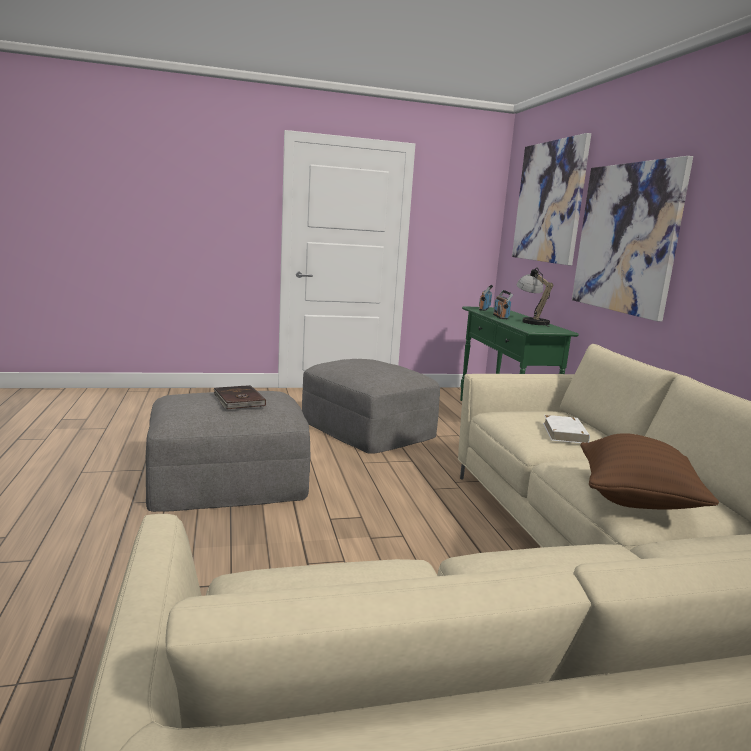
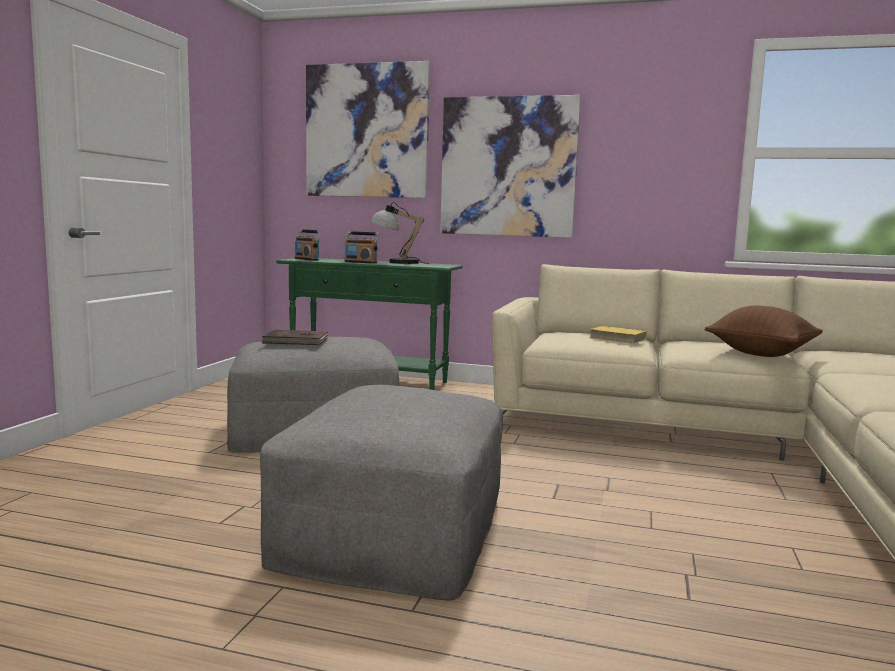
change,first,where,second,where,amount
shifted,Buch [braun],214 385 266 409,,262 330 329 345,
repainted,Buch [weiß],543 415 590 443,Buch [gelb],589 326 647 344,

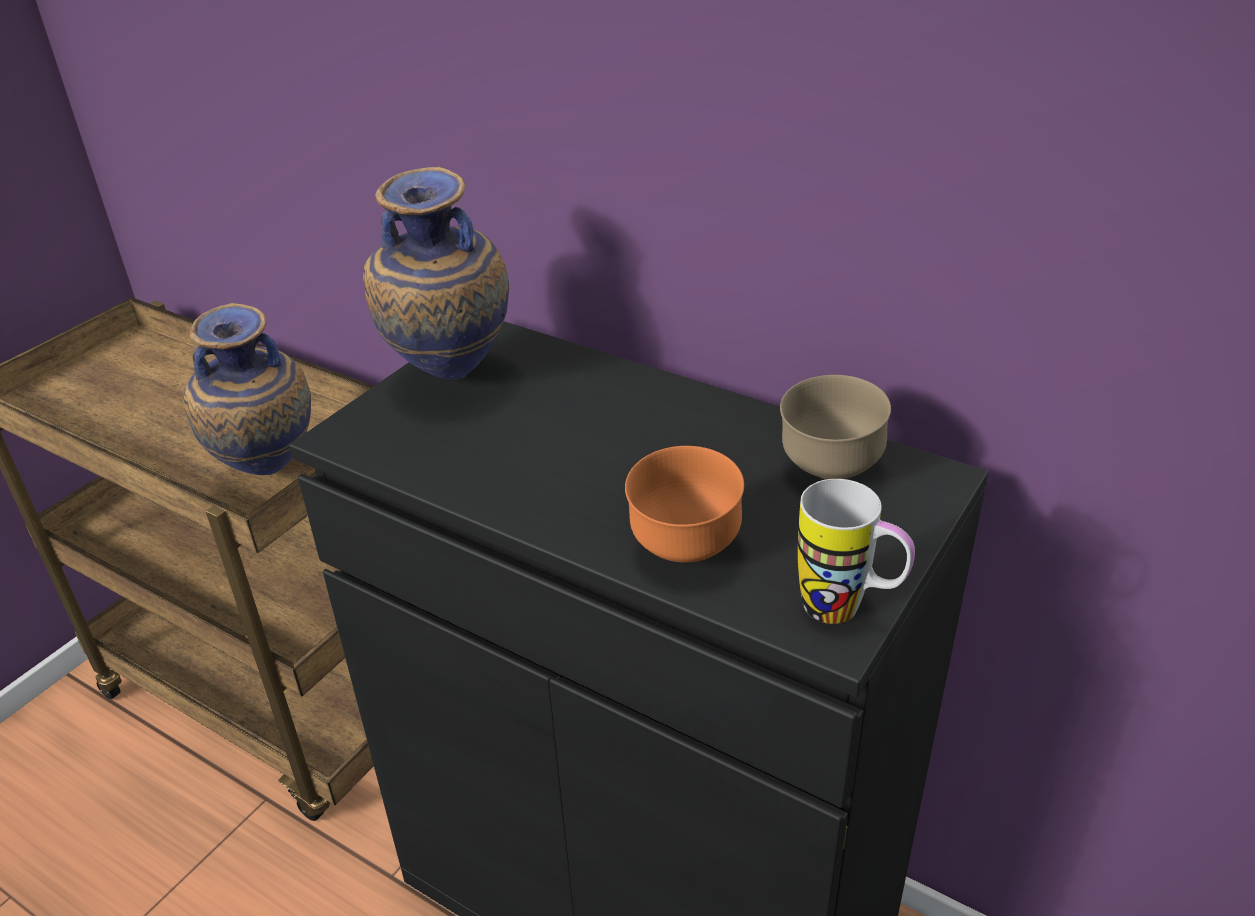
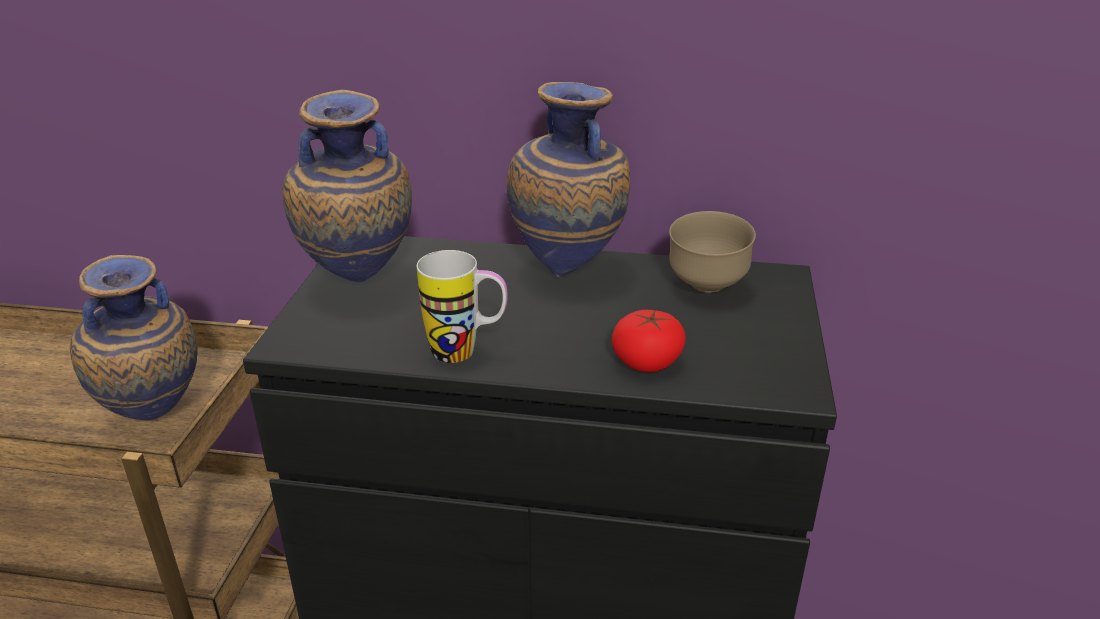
change,first,where,second,where,amount
swapped,Schüssel [orange],625 446 744 563,Tomate,612 310 686 372,
shifted,Henkelbecher,798 479 915 624,,417 250 508 363,
new,,,Vase,507 82 630 277,

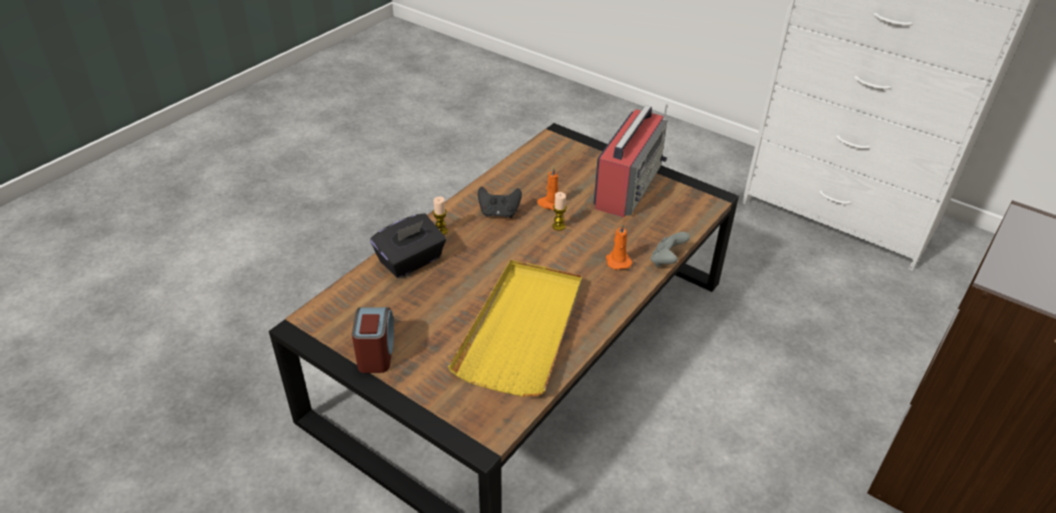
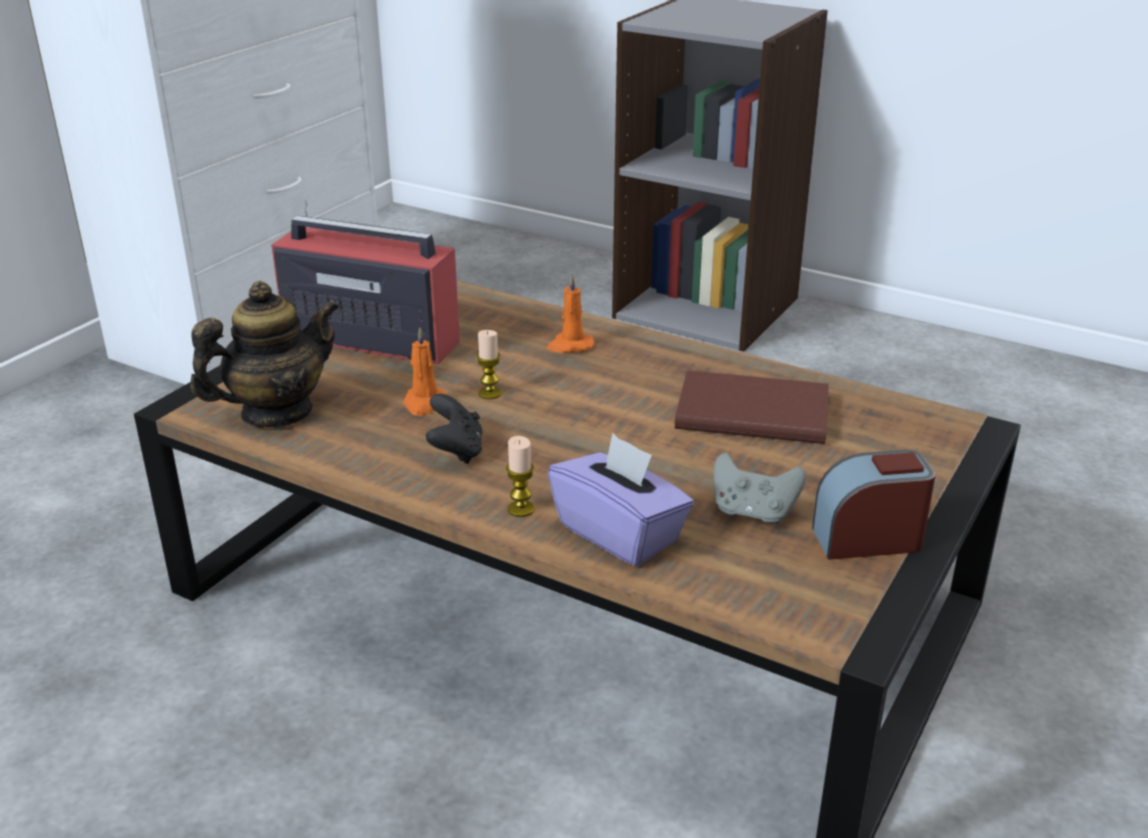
change,first,where,second,where,amount
repainted,Taschentuchbox [schwarz],370 214 446 278,Taschentuchbox [lila],548 433 694 566,
swapped,Tablett [gelb],448 260 582 397,Buch [braun],675 370 829 444,
shifted,Gamepad [grau],651 232 690 267,,713 453 806 525,
new,,,Teekanne,190 281 339 427,

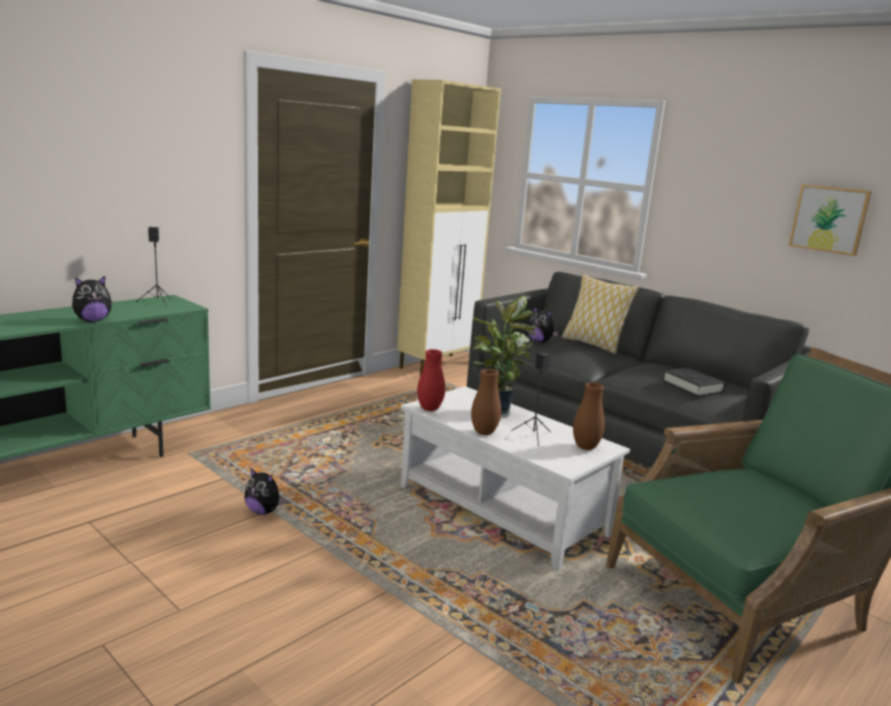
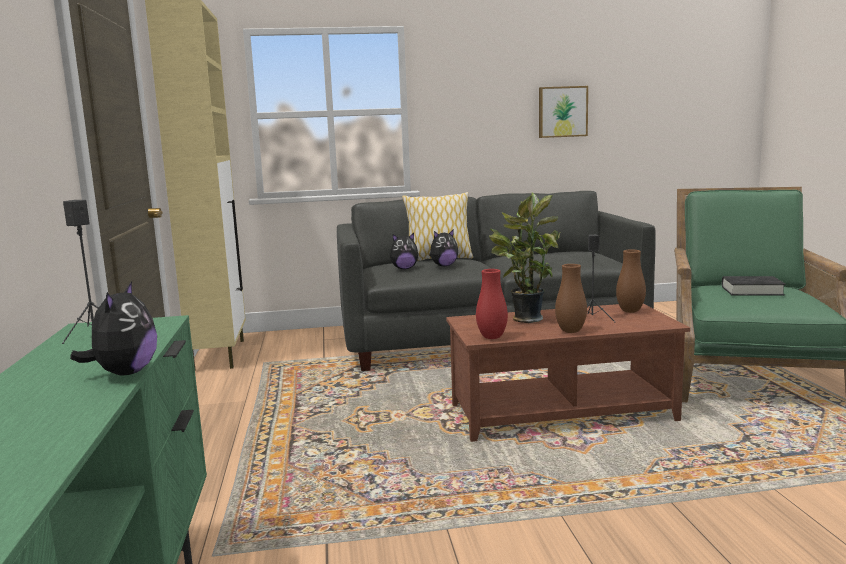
change,first,where,second,where,amount
shifted,Plüschtier,244 468 286 515,,429 229 458 266,
repainted,Couchtisch [weiß],401 386 630 571,Couchtisch [braun],446 304 690 442,
shifted,Buch [schwarz],663 368 726 397,,722 276 786 296,

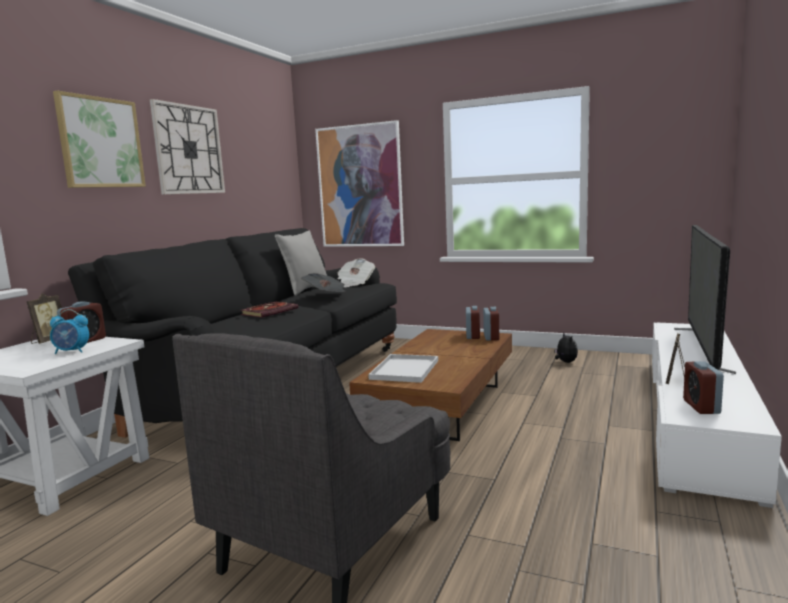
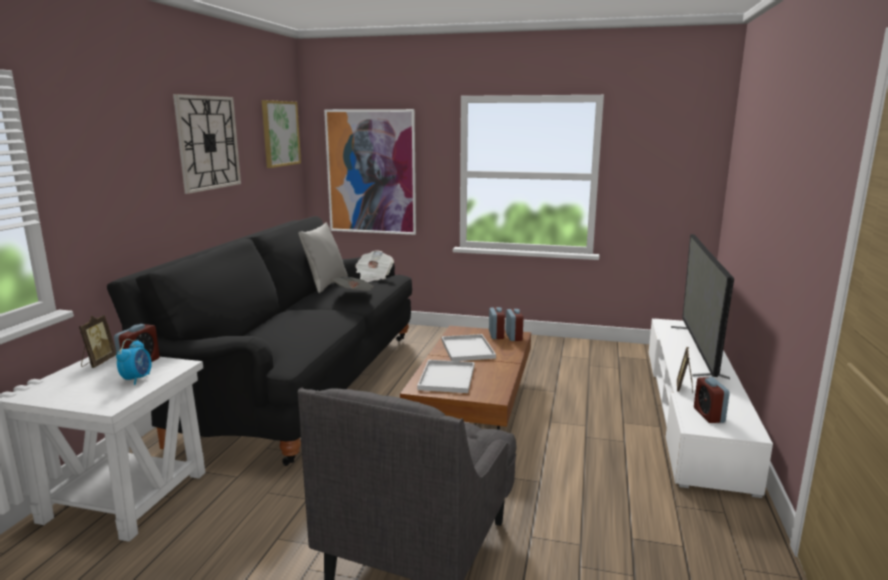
change,first,where,second,where,amount
rotated,Wecker,50 309 89 354,,116 339 152 385,75 degrees counterclockwise
shifted,Bild,53 91 146 188,,262 100 301 168,
gone,Buch,240 302 298 318,,,
gone,Plüschtier,555 333 578 363,,,
new,,,Tablett [weiß],442 334 496 361,

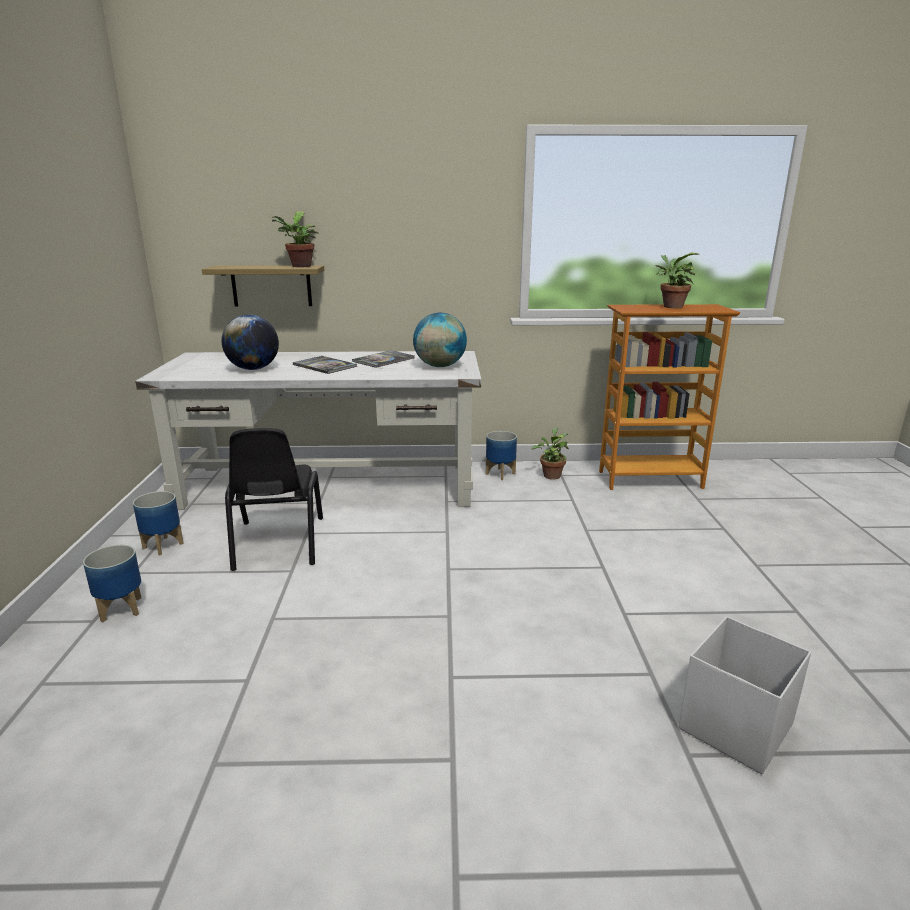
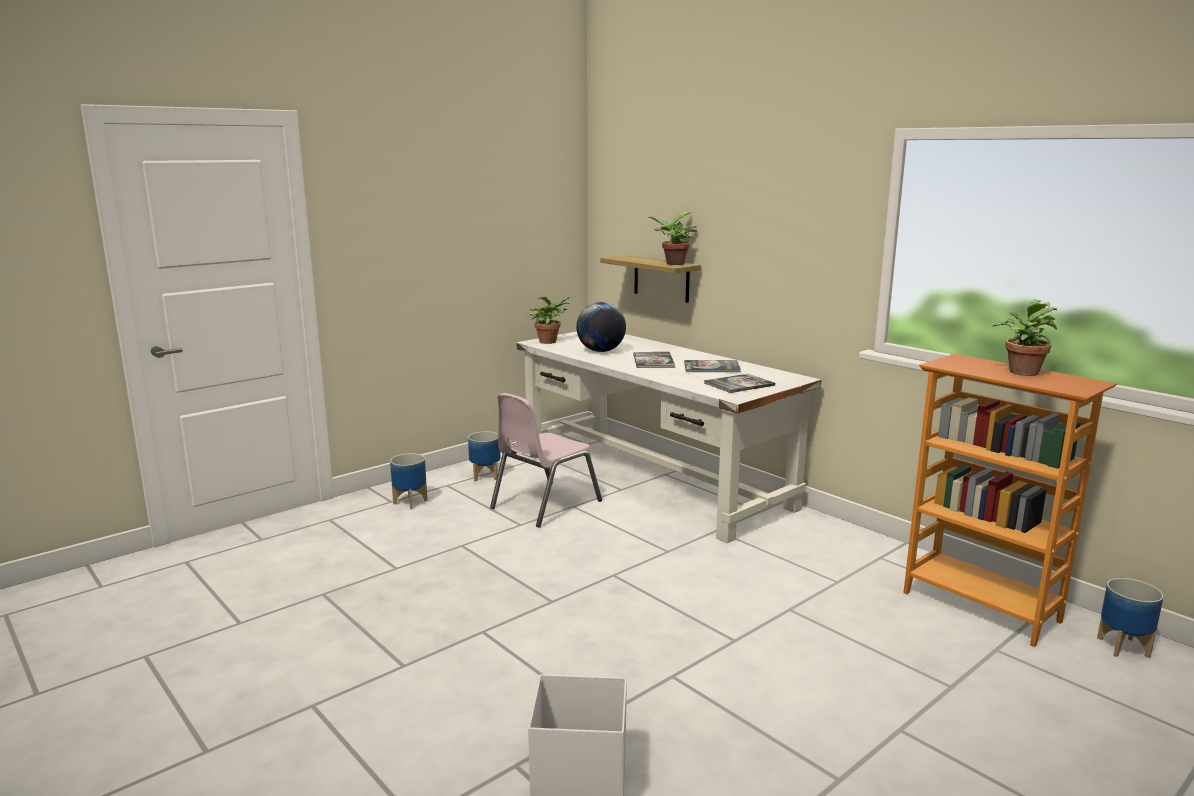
change,first,where,second,where,amount
repainted,Stuhl [schwarz],225 428 323 571,Stuhl [rosa],490 393 602 527,
swapped,Globus,413 313 467 367,Buch,704 374 775 393,
shifted,Pflanzkübel,486 431 517 480,,1097 578 1164 658,
shifted,Topfpflanze,531 428 569 480,,530 297 571 344,

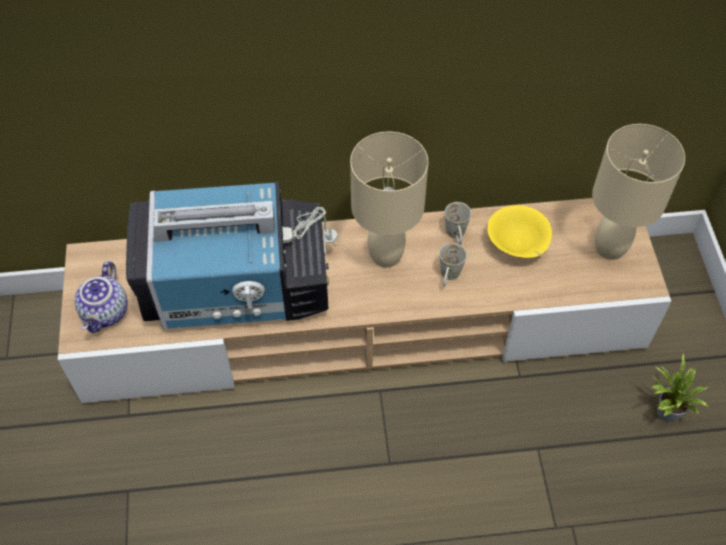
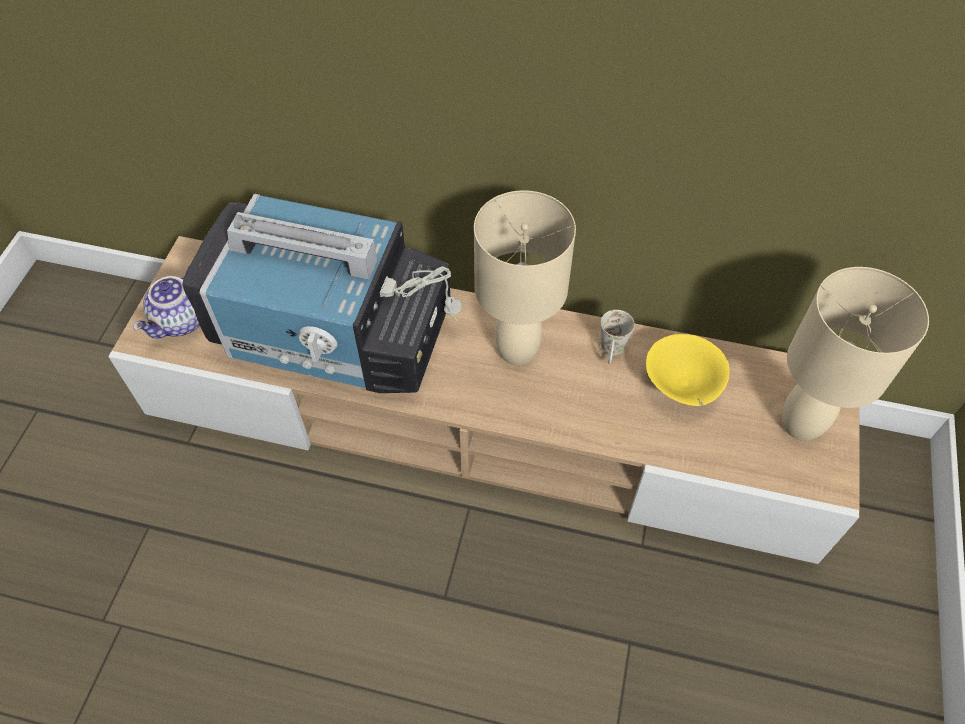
change,first,where,second,where,amount
gone,Henkelbecher [weiß],439 243 467 286,,,
gone,Topfpflanze,652 354 708 422,,,

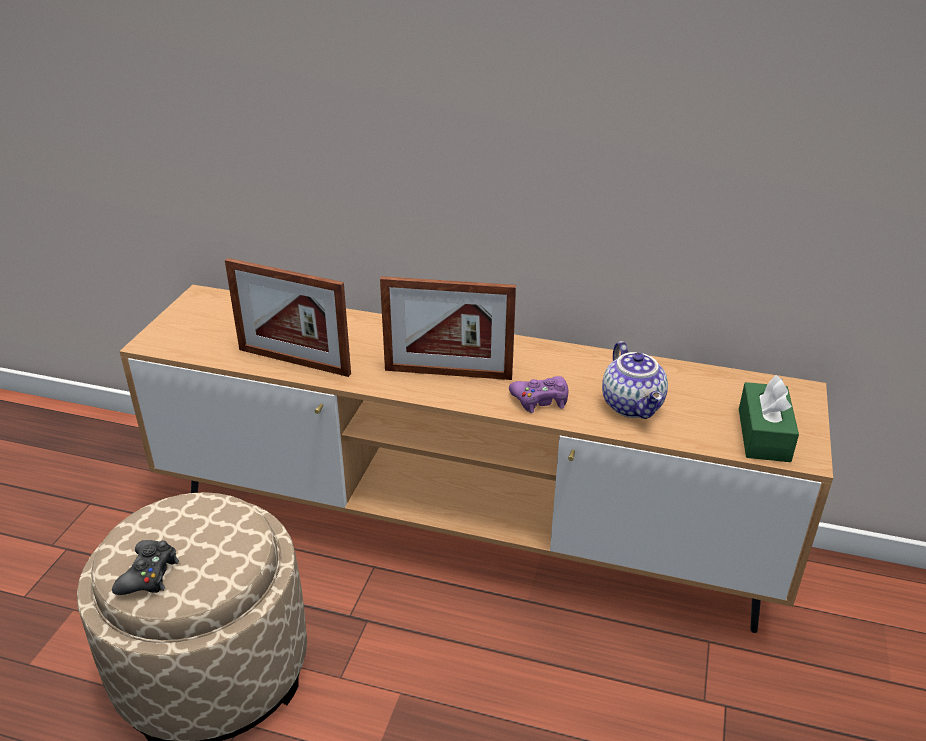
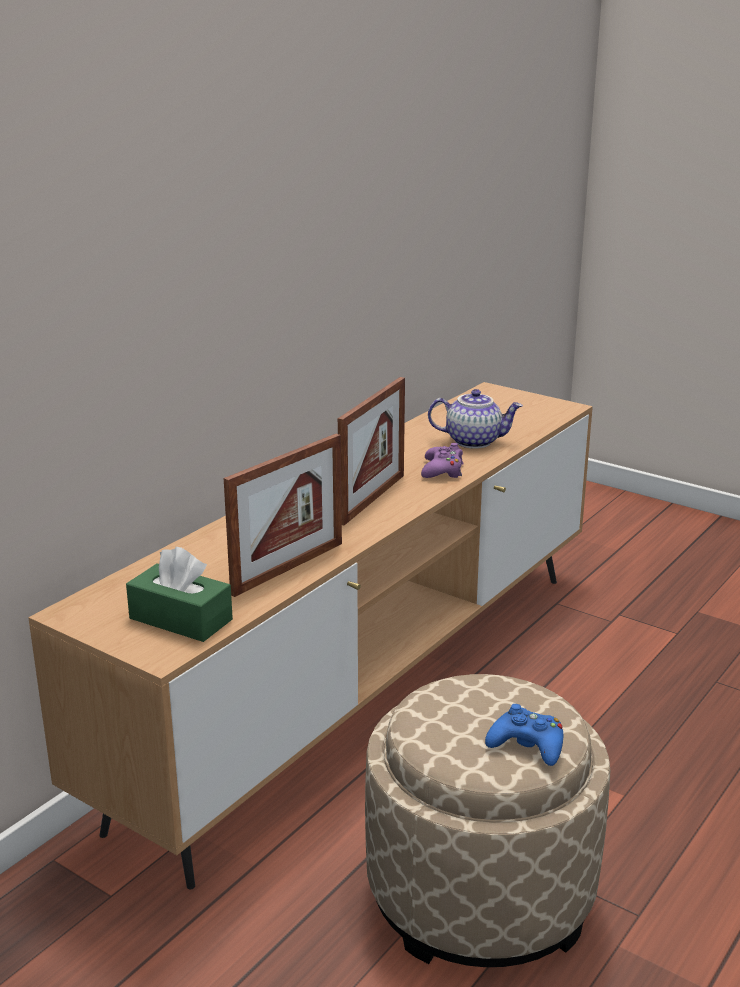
change,first,where,second,where,amount
repainted,Gamepad [schwarz],112 540 179 595,Gamepad [blau],485 704 563 766,
shifted,Taschentuchbox [grün],739 375 799 462,,126 547 233 642,

